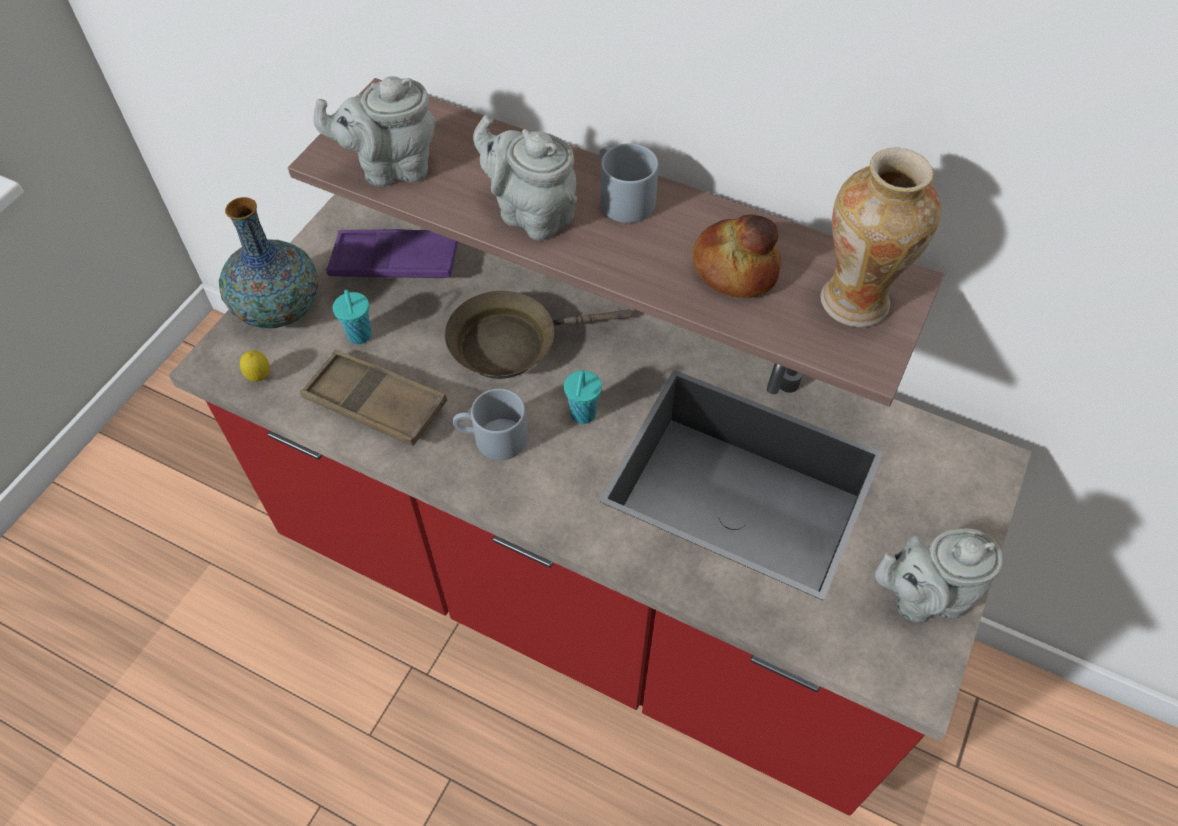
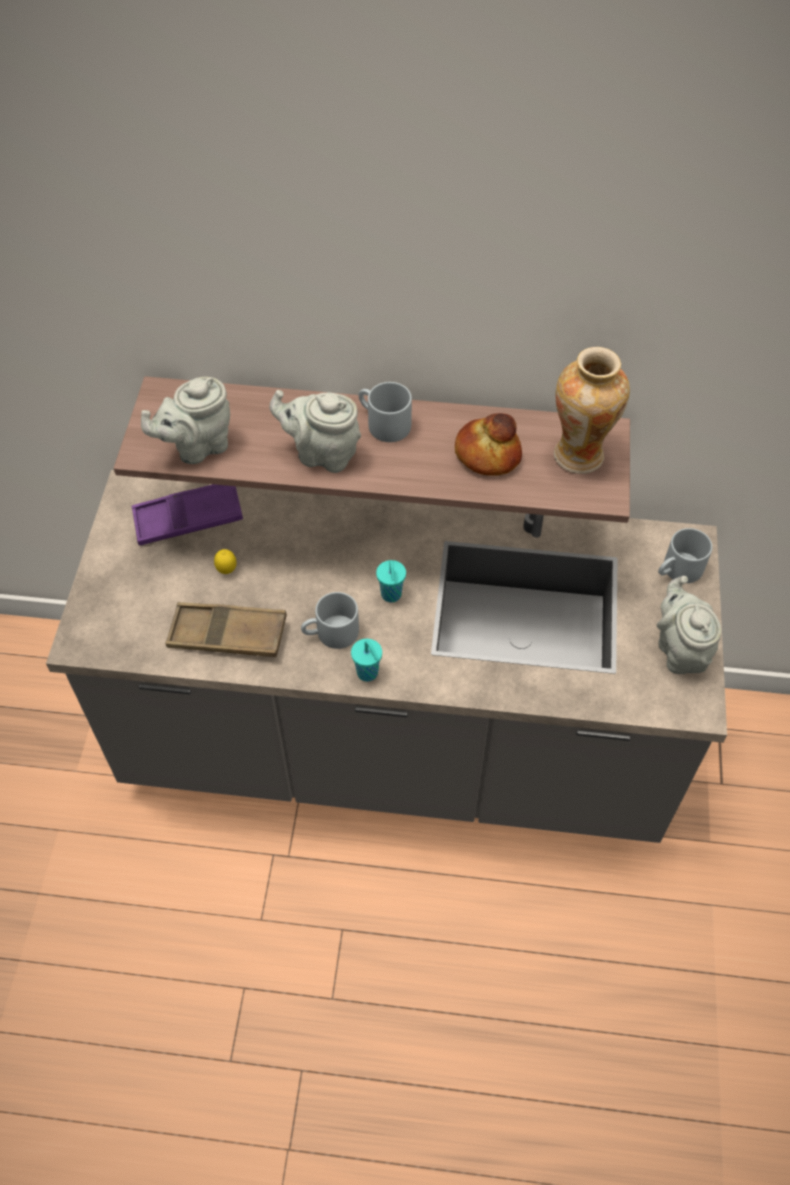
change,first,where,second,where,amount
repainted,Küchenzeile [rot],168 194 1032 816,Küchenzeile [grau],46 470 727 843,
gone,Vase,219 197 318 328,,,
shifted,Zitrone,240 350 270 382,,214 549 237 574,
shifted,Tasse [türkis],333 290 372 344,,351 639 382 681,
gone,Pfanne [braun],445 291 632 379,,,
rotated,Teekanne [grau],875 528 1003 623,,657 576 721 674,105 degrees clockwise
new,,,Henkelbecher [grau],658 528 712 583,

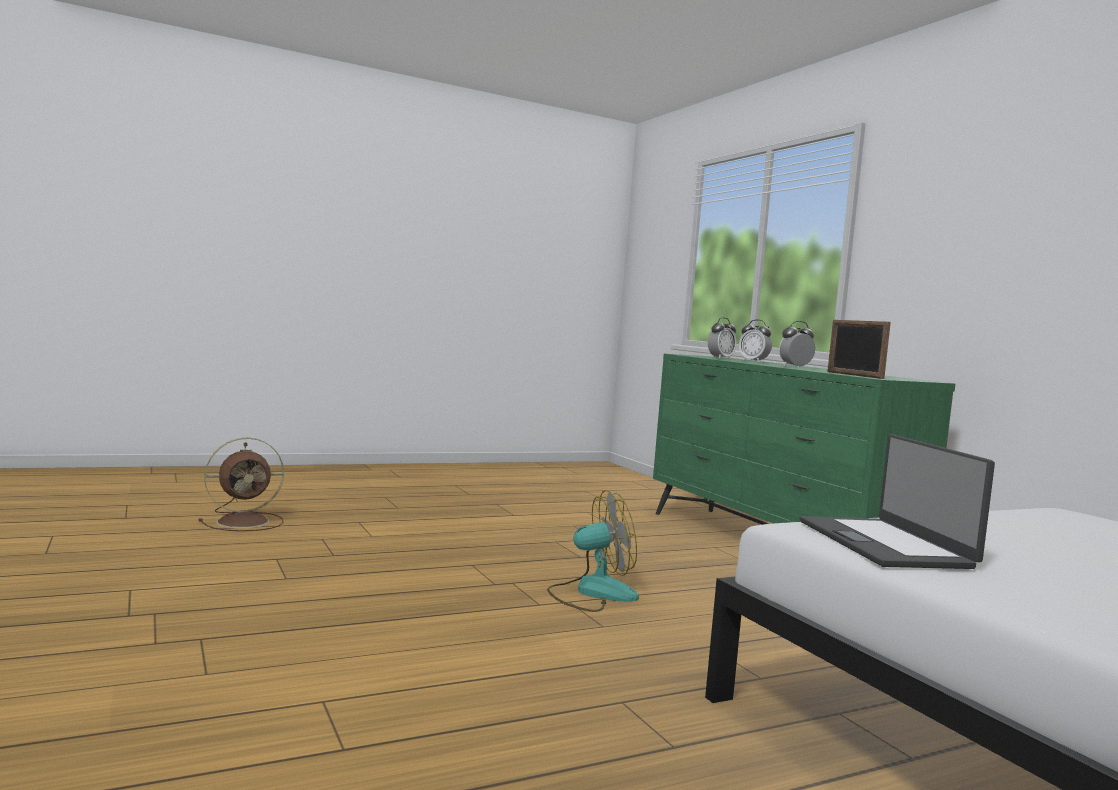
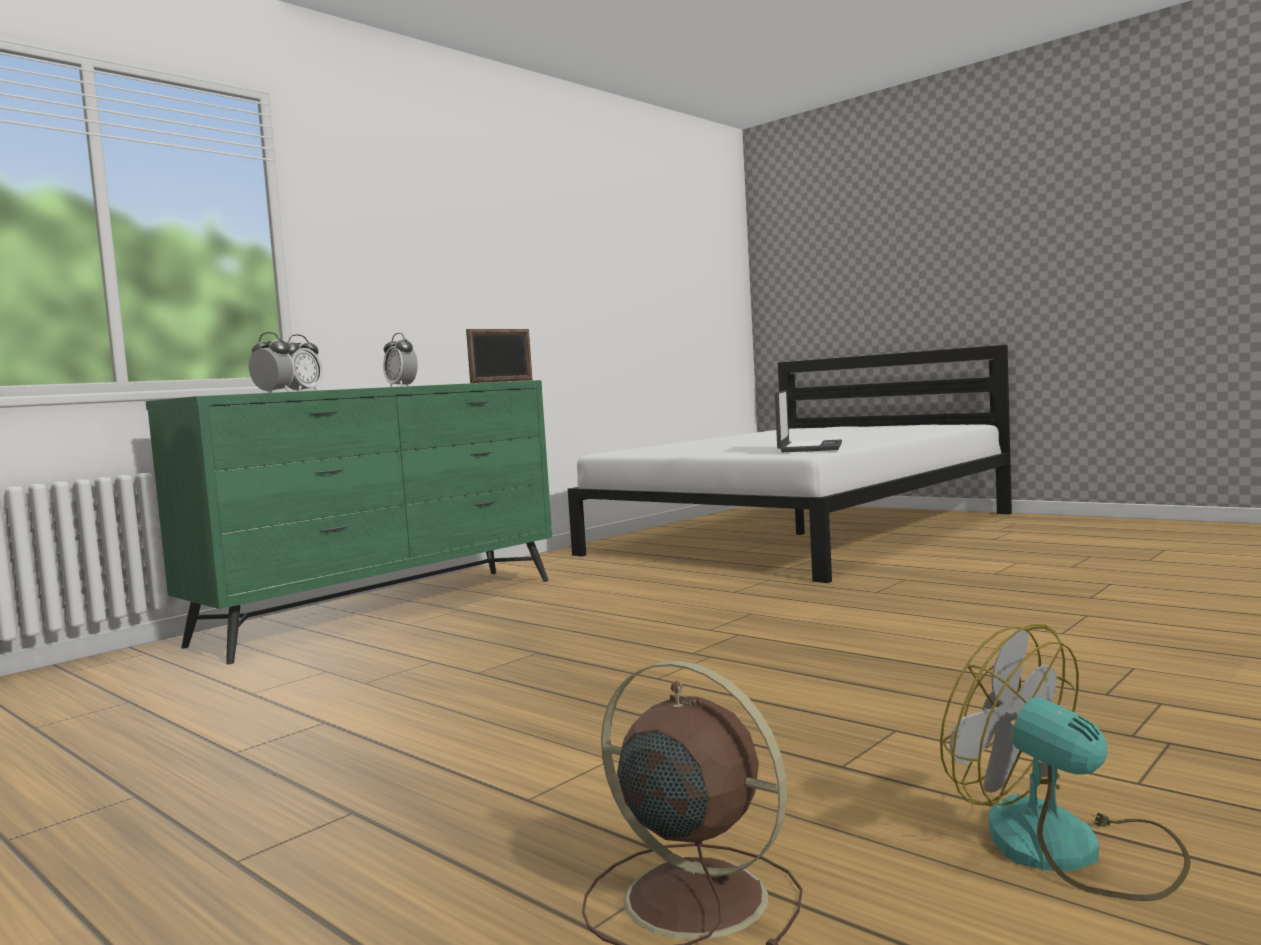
change,first,where,second,where,amount
shifted,Ventilator,547 490 639 612,,940 624 1191 901,
rotated,Laptop,800 434 995 569,,775 390 842 452,45 degrees counterclockwise

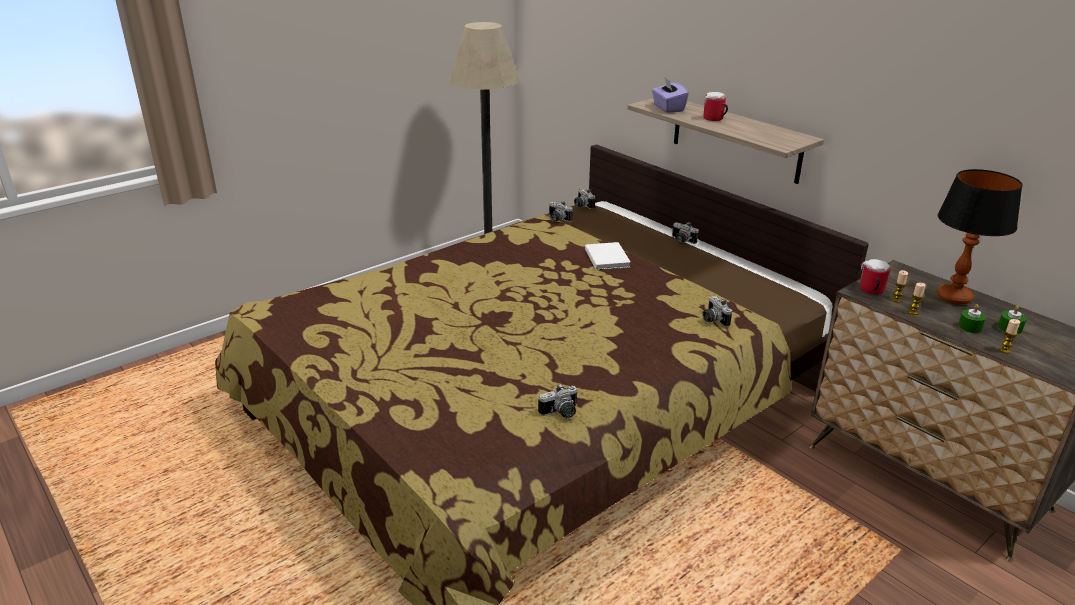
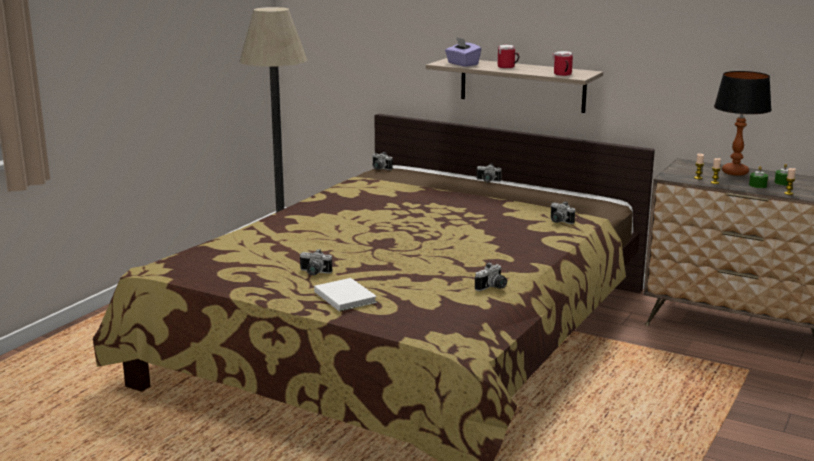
change,first,where,second,where,amount
shifted,Kamera,549 201 572 222,,300 249 332 275,
shifted,Buch [weiß],585 242 631 270,,314 278 377 312,
shifted,Henkelbecher,860 259 890 295,,552 51 573 76,

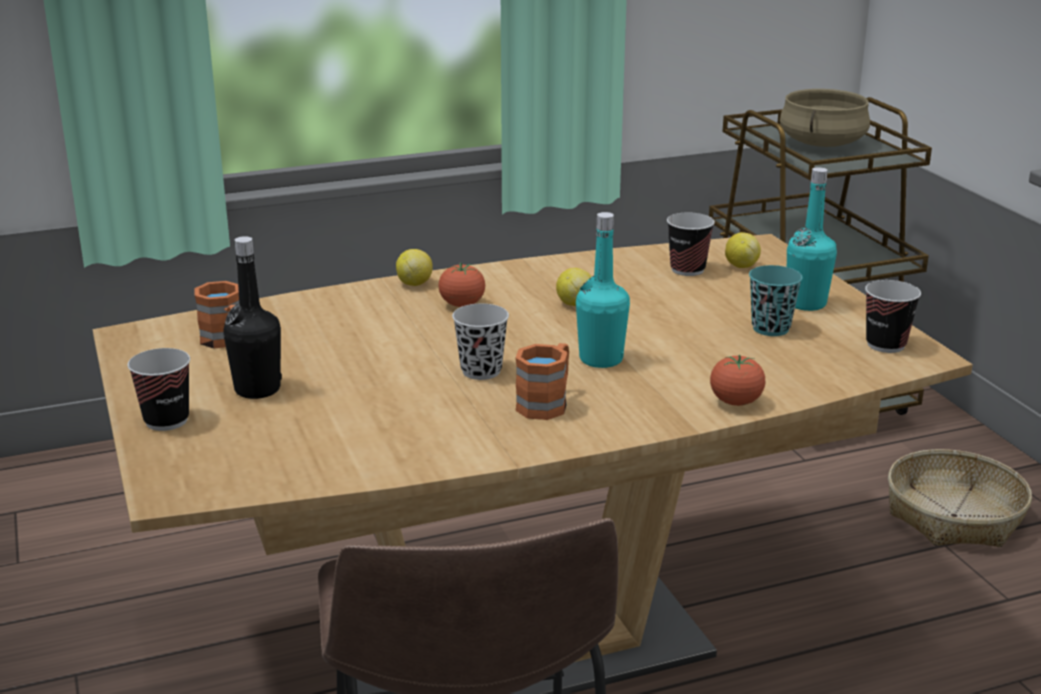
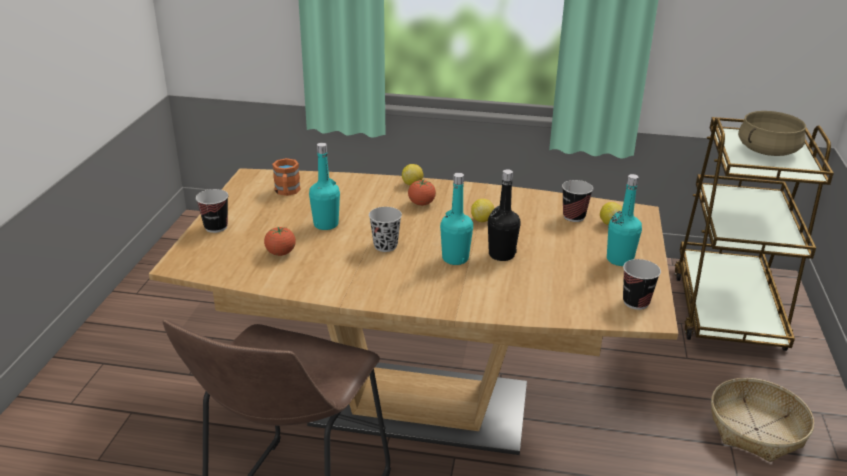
change,first,where,second,where,amount
shifted,Flasche [schwarz],223 236 282 399,,488 169 521 261,
gone,Henkelbecher [orange],515 343 569 420,,,
shifted,Tomate,710 354 765 406,,264 227 296 256,
gone,Tasse [türkis],749 265 803 336,,,
new,,,Flasche [türkis],309 143 340 230,

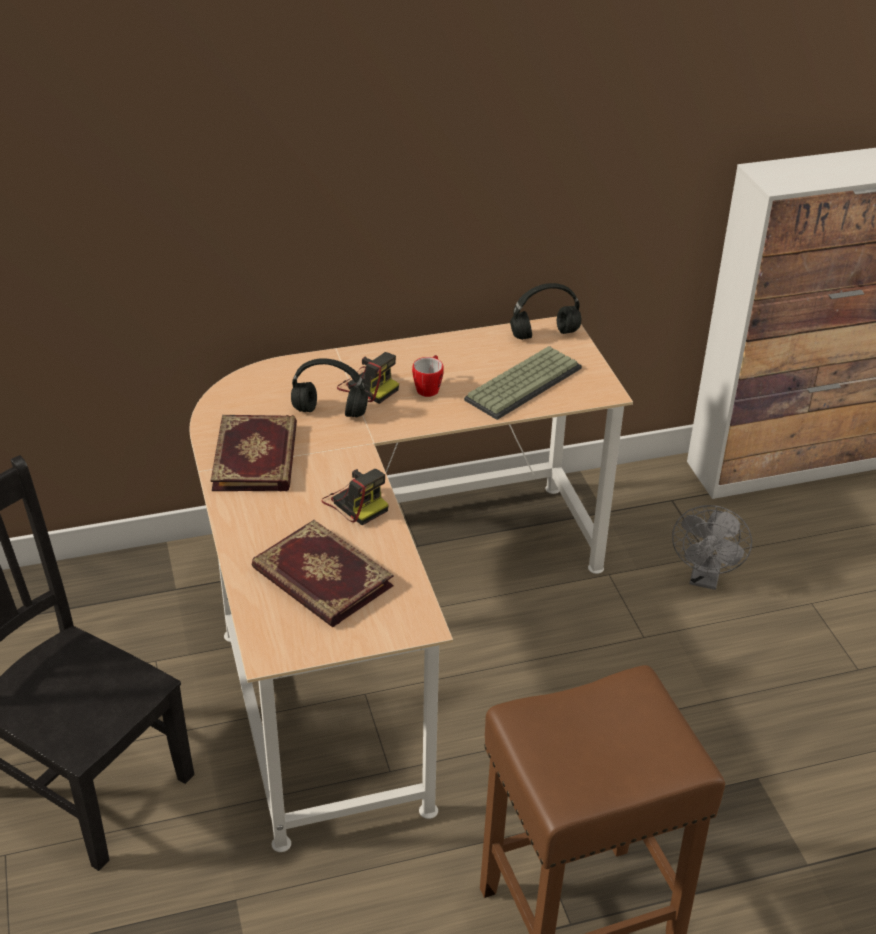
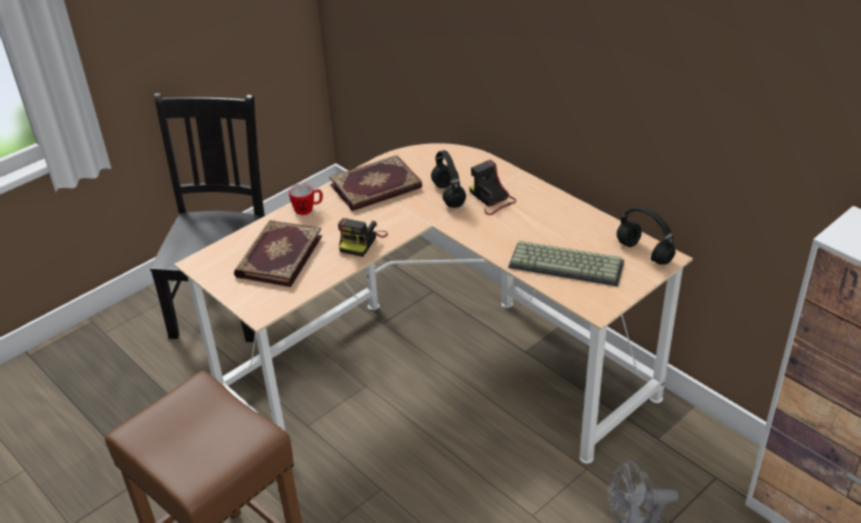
change,first,where,second,where,amount
rotated,Kamera,337 352 399 404,,469 159 516 215,135 degrees clockwise
shifted,Henkelbecher,412 355 444 397,,289 184 323 215,

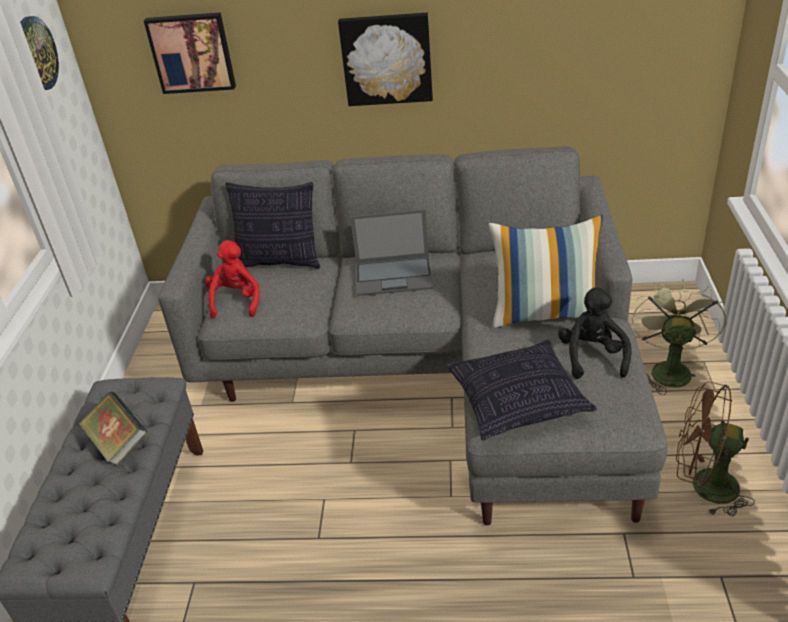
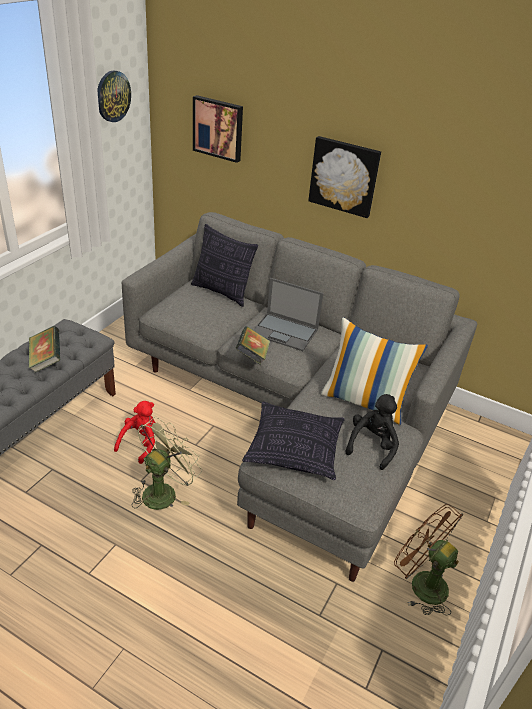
change,first,where,second,where,amount
shifted,Plüschtier [rot],205 240 260 319,,114 401 156 464,
shifted,Ventilator [grün],632 280 726 395,,132 417 202 510,
new,,,Buch,235 326 270 365,

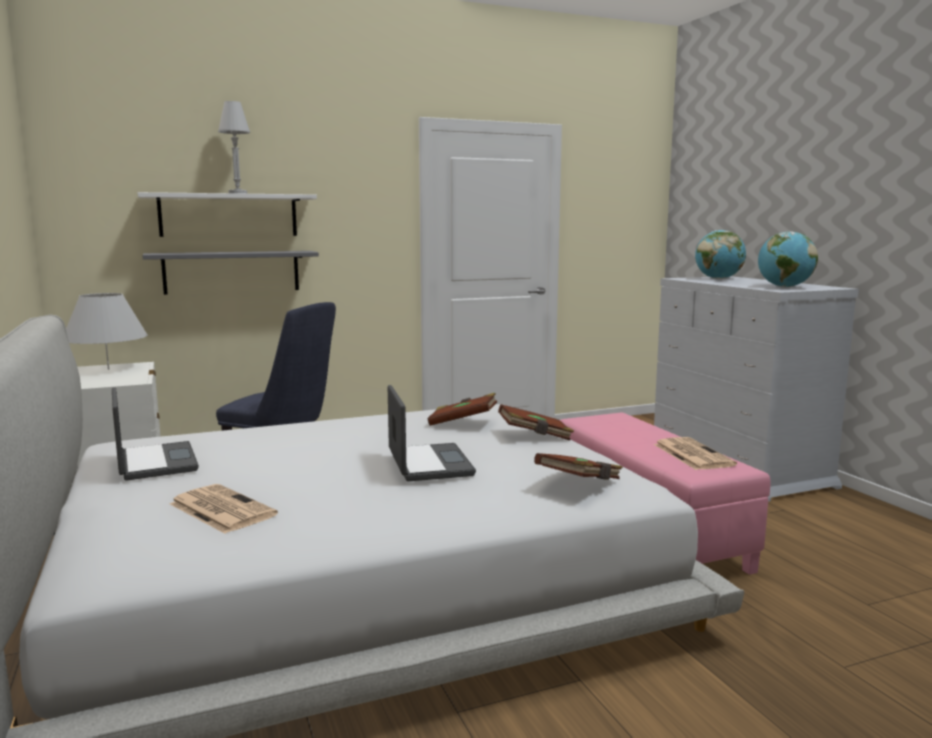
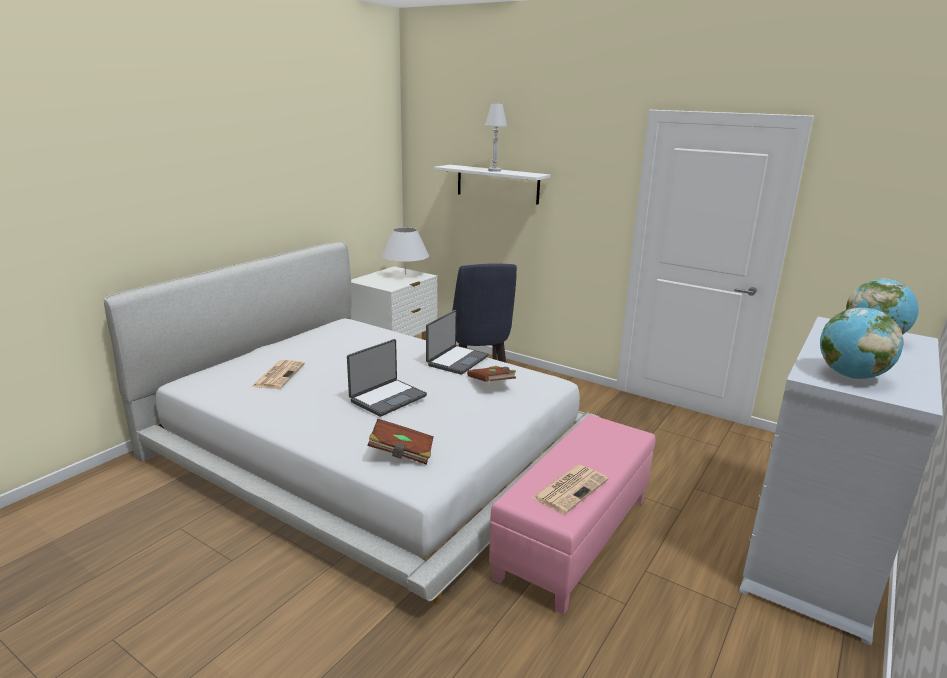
change,first,where,second,where,amount
shifted,Laptop,112 387 199 481,,426 310 489 375,
gone,Wandregal [grau],142 251 319 295,,,
gone,Buch [braun],498 404 574 441,,,

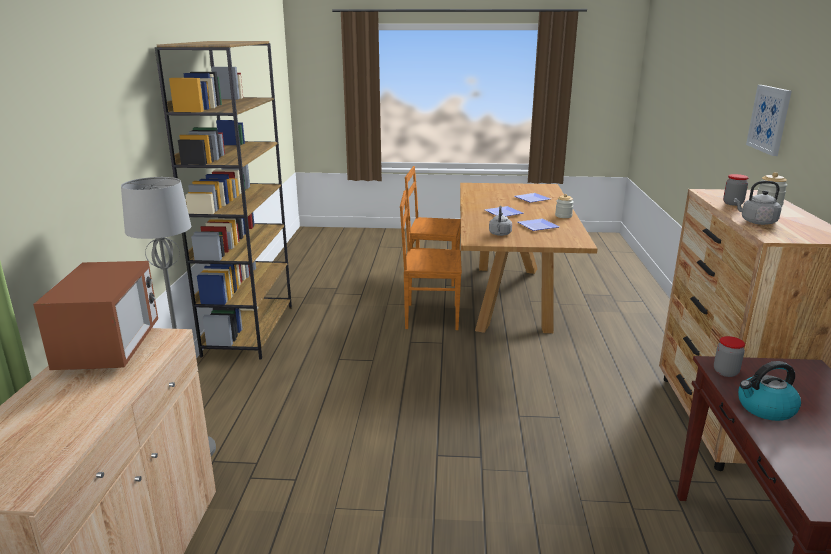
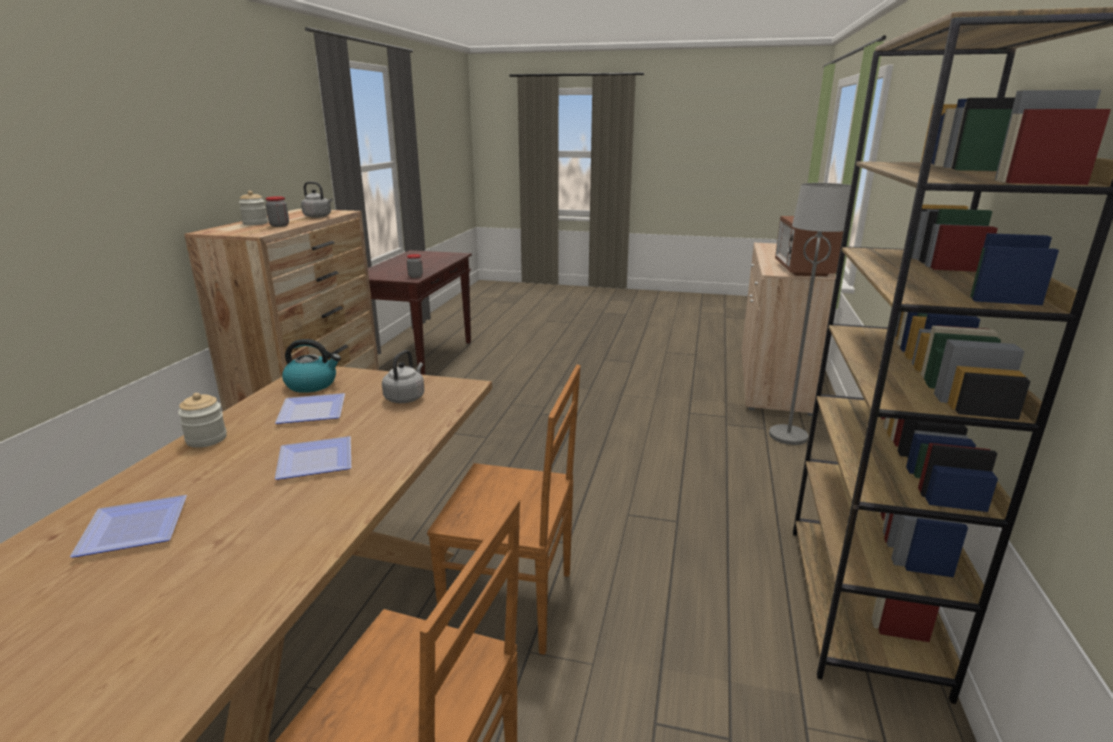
change,first,where,second,where,amount
shifted,Wasserkessel,738 361 801 421,,282 339 341 393,
gone,Bild,746 85 792 156,,,

